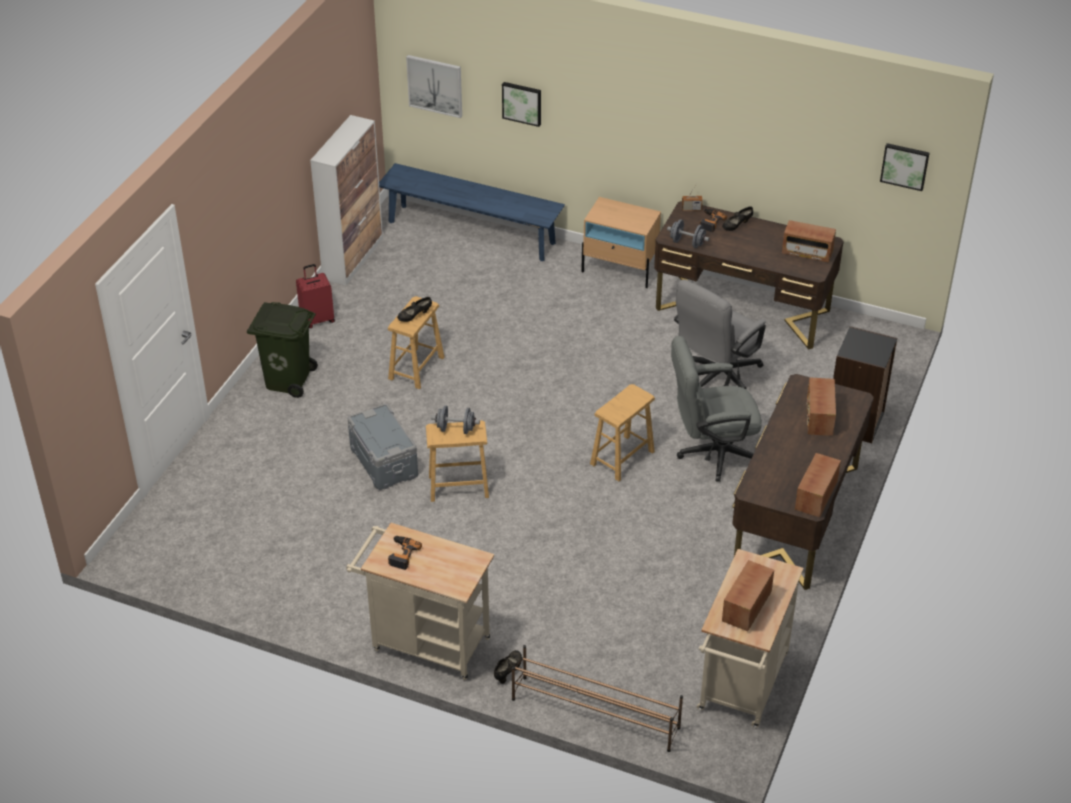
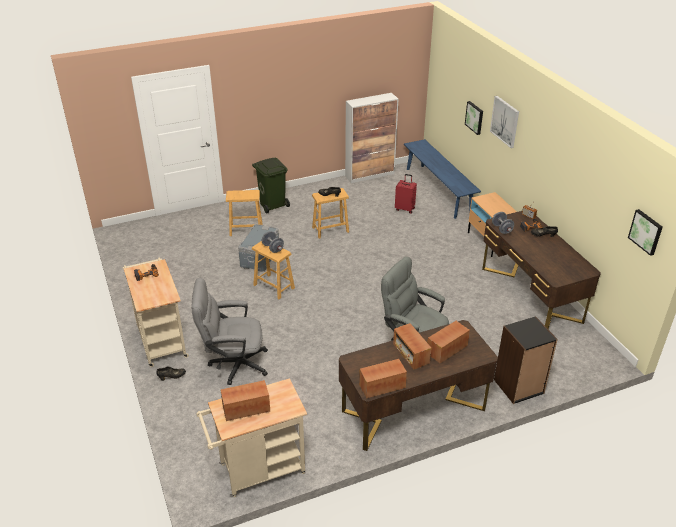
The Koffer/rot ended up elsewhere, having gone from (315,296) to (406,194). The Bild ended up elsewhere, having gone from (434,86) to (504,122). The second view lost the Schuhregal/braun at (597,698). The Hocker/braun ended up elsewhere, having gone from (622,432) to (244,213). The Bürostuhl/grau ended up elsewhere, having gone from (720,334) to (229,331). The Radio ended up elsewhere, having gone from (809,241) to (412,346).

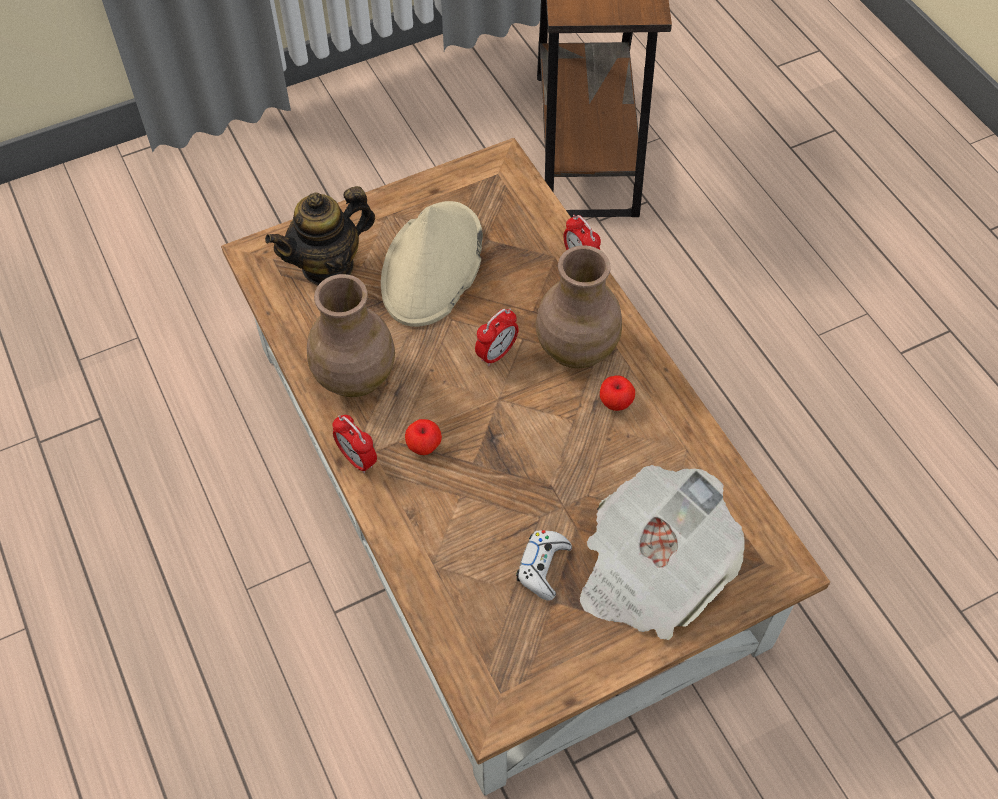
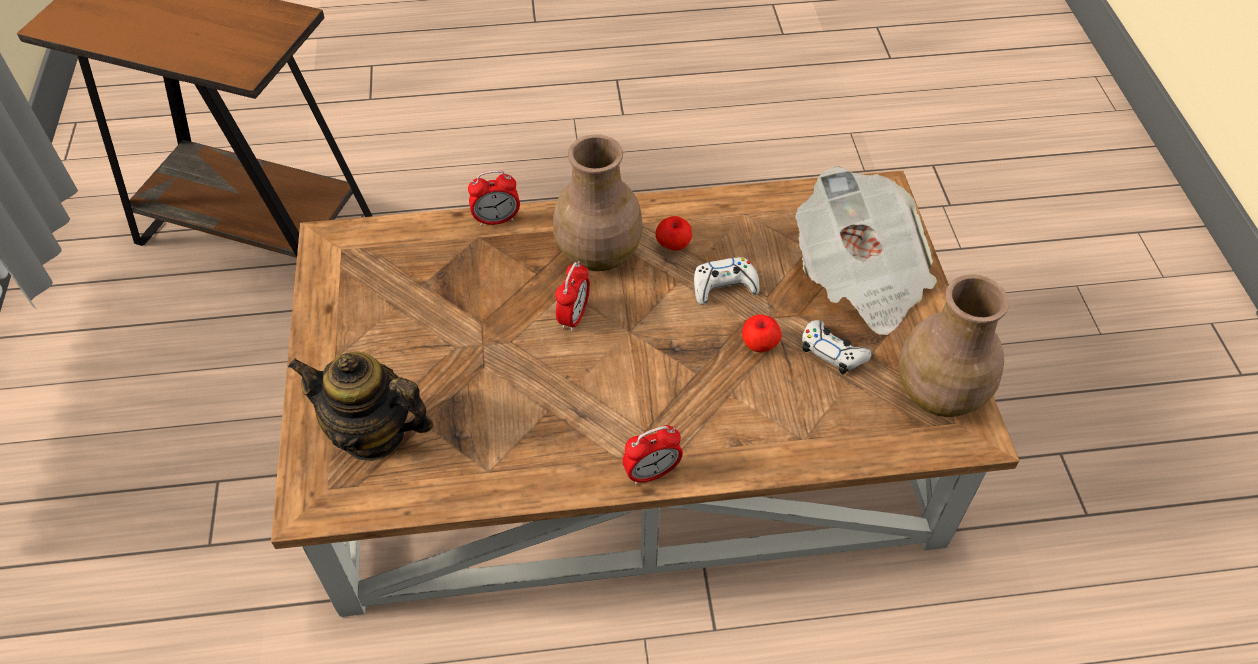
The Teekanne at (320,235) ended up facing another way, 120 degrees clockwise from before. The Vase/braun ended up elsewhere, having gone from (351,335) to (954,345). The second view lost the Hut/beige at (432,264). The Apfel ended up elsewhere, having gone from (423,437) to (762,333). The Wecker at (497,338) ended up facing another way, 45 degrees clockwise from before. The second view gained the Gamepad/weiß at (727,281).

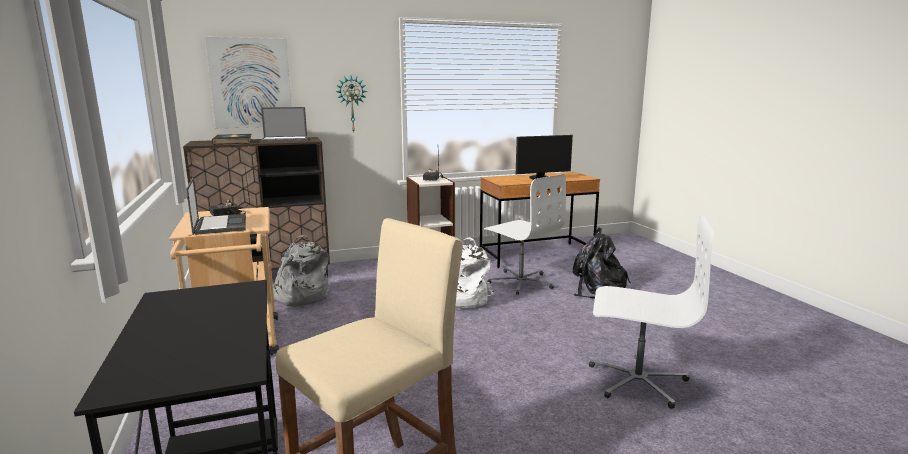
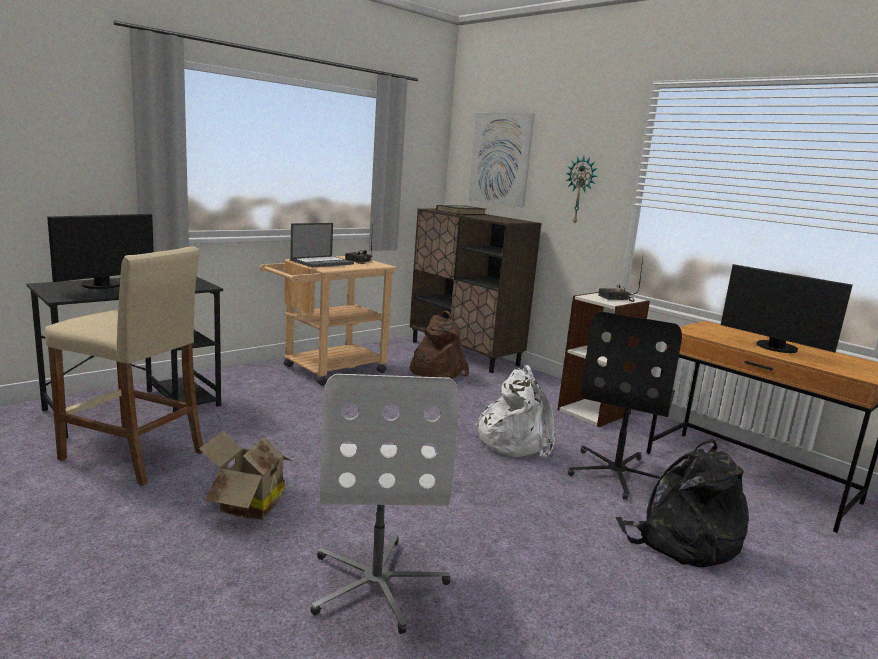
The second view lost the Laptop at (284,125). What was the Rucksack/grau at (301,271) turned into the Rucksack/braun at (439,344). What was the Bürostuhl/weiß at (525,234) turned into the Bürostuhl/schwarz at (625,405). The second view gained the Monitor at (100,251). The second view gained the Karton at (245,475).

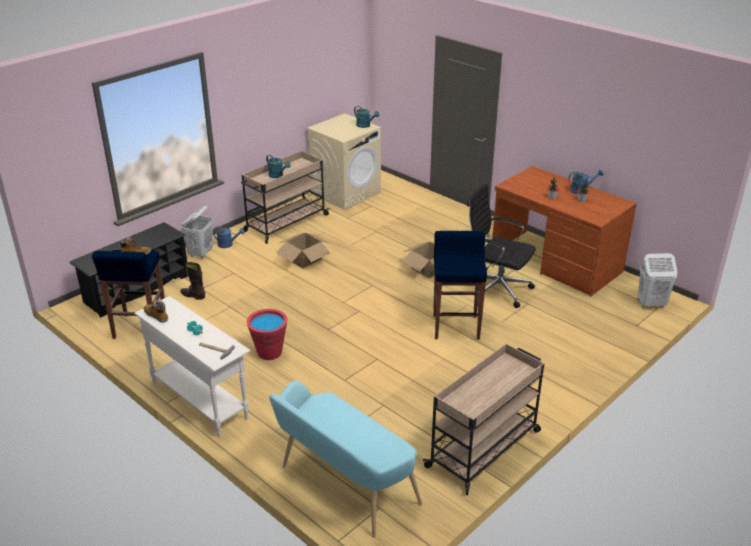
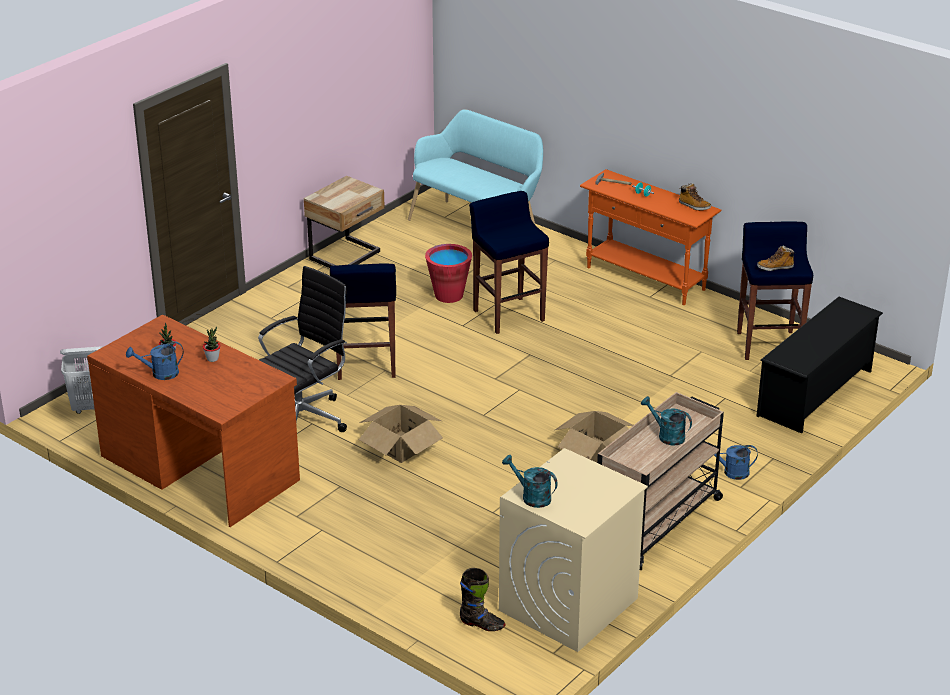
What was the Konsolentisch/weiß at (192,366) turned into the Konsolentisch/orange at (650,237). The Stiefel/schwarz ended up elsewhere, having gone from (193,281) to (483,599). The second view lost the Wäschekorb/weiß at (197,232). The Eimer/rot ended up elsewhere, having gone from (267,334) to (448,273). Where the Rollwagen/beige stood at (483,419), the Nachttisch/beige came to stand at (344,222). The Bürostuhl/schwarz at (501,245) ended up facing another way, 75 degrees counterclockwise from before. The second view gained the Hocker/blau at (509,262).

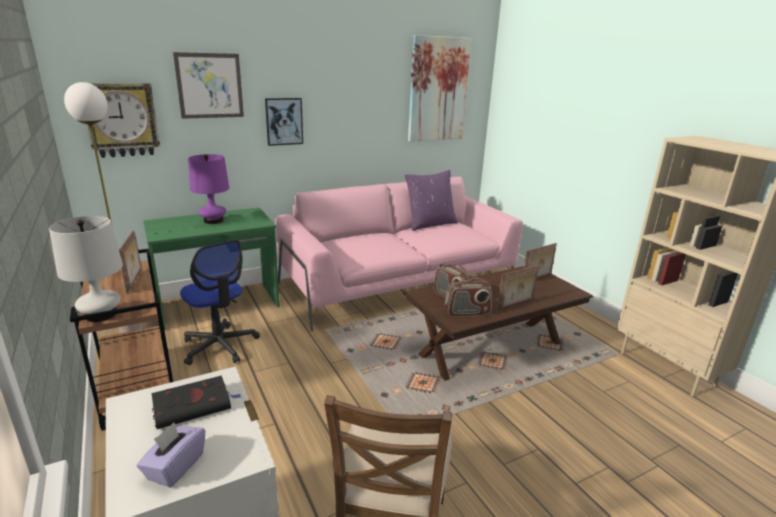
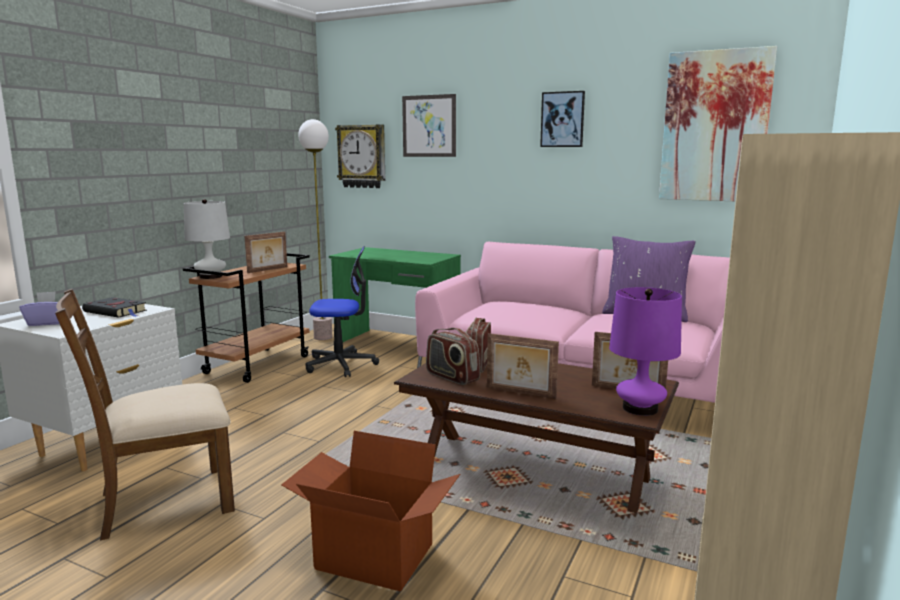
The Bürostuhl at (220,302) ended up facing another way, 105 degrees counterclockwise from before. The Tischlampe/lila ended up elsewhere, having gone from (208,189) to (645,351). The Bild ended up elsewhere, having gone from (284,122) to (562,119). The second view gained the Karton at (370,511).

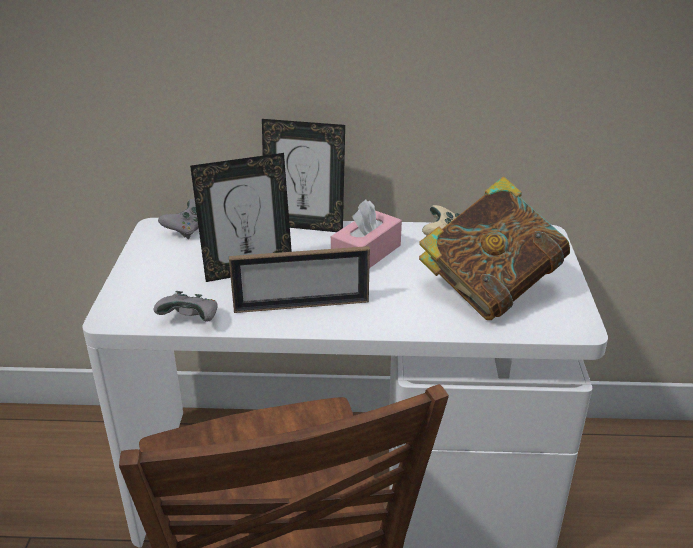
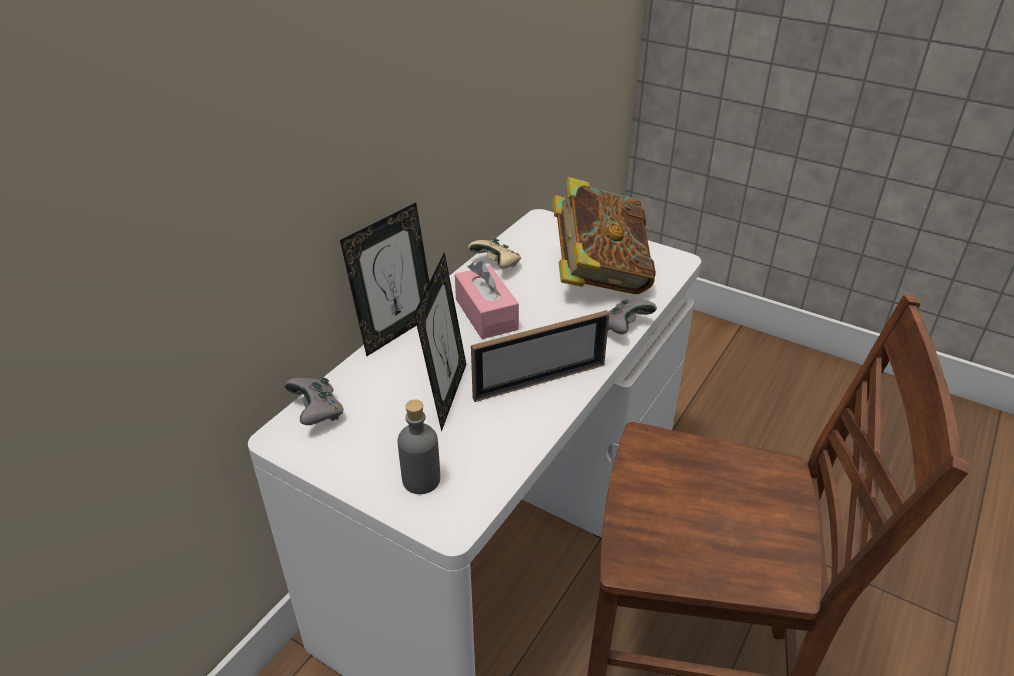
The Gamepad/grau ended up elsewhere, having gone from (186,306) to (631,316). The Bilderrahmen at (299,279) ended up facing another way, 45 degrees clockwise from before. The second view gained the Flasche/grau at (419,447).

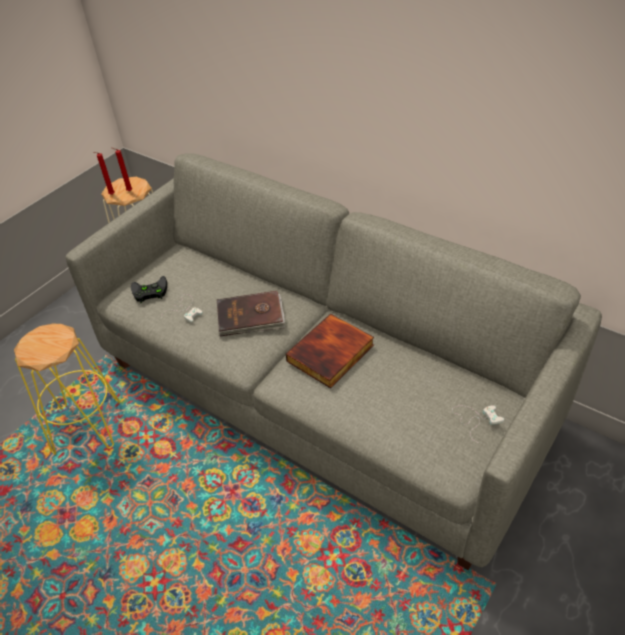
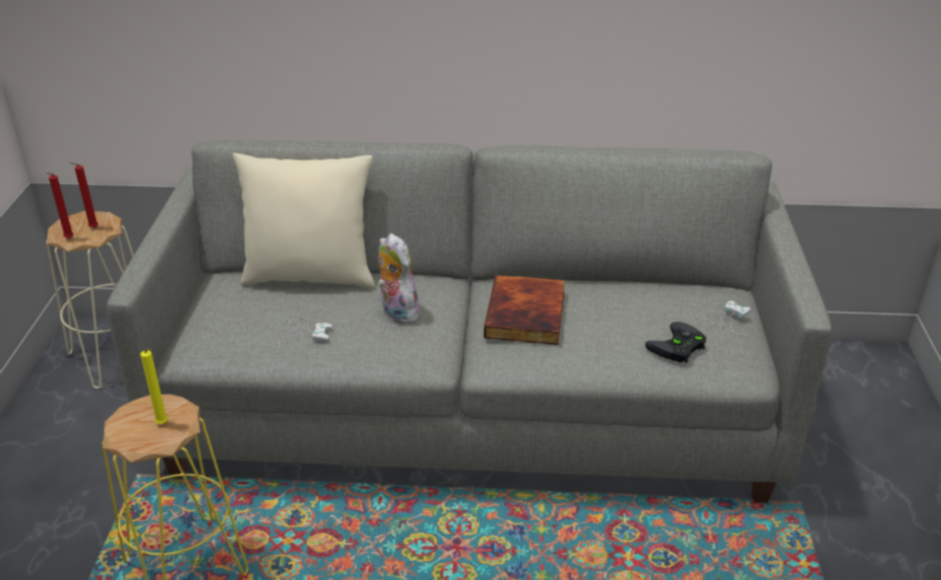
The Gamepad/schwarz ended up elsewhere, having gone from (149,289) to (675,342). Where the Buch/braun stood at (251,314), the Plüschtier came to stand at (398,278). The second view gained the Kerze/gelb at (154,386). The second view gained the Kissen/beige at (304,220).

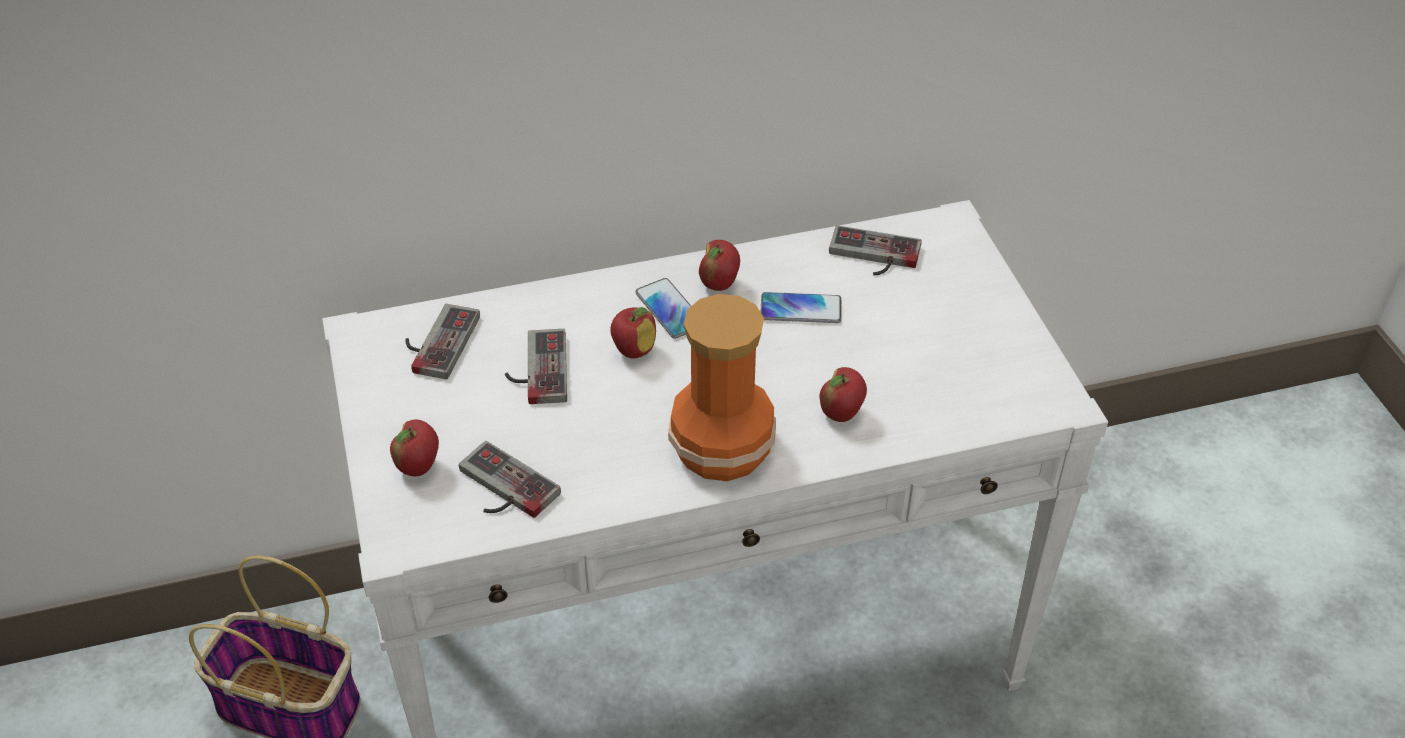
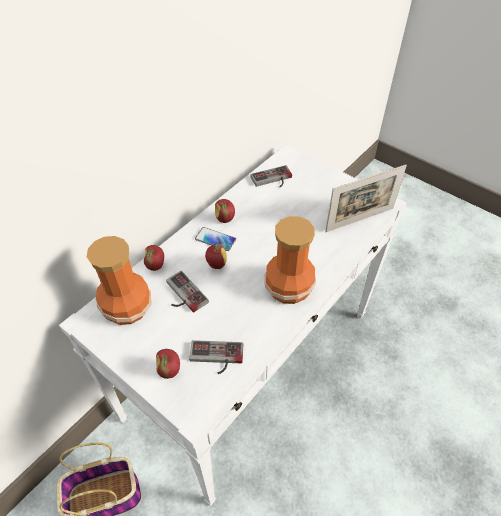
Where the Gamepad stood at (442,341), the Vase came to stand at (119,280). The second view lost the Handy at (801,307). The Apfel ended up elsewhere, having gone from (843,394) to (154,258). The second view gained the Bilderrahmen at (366,198).

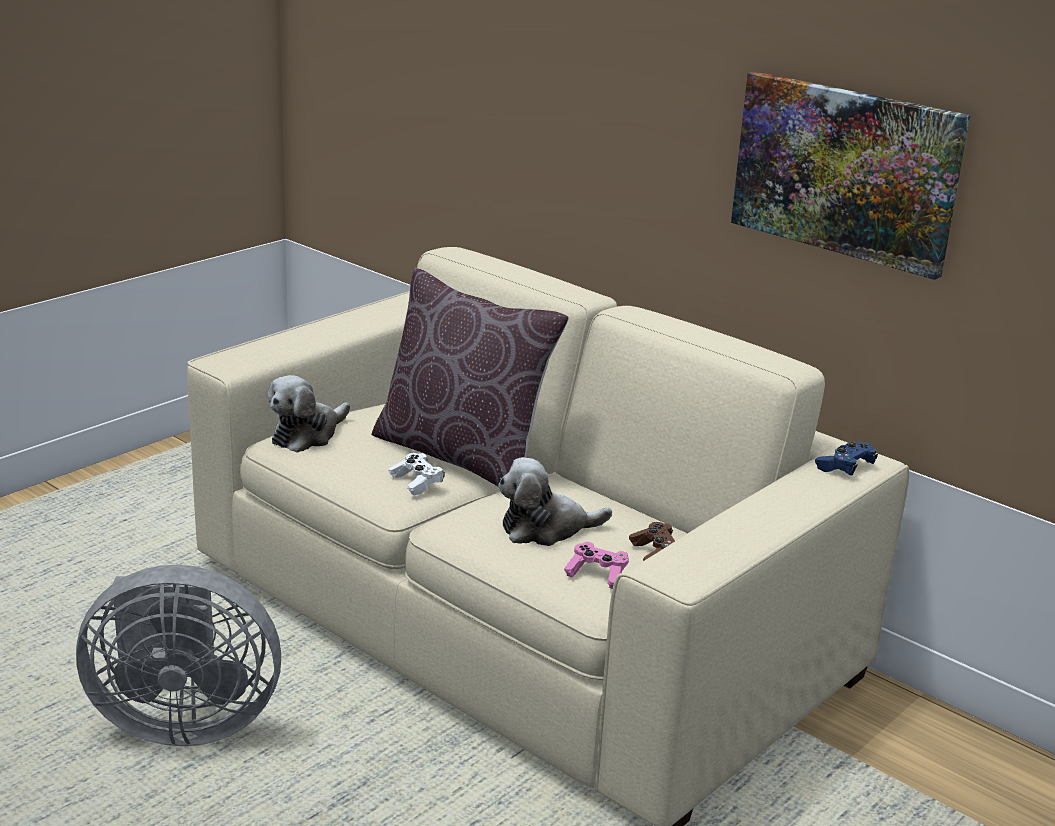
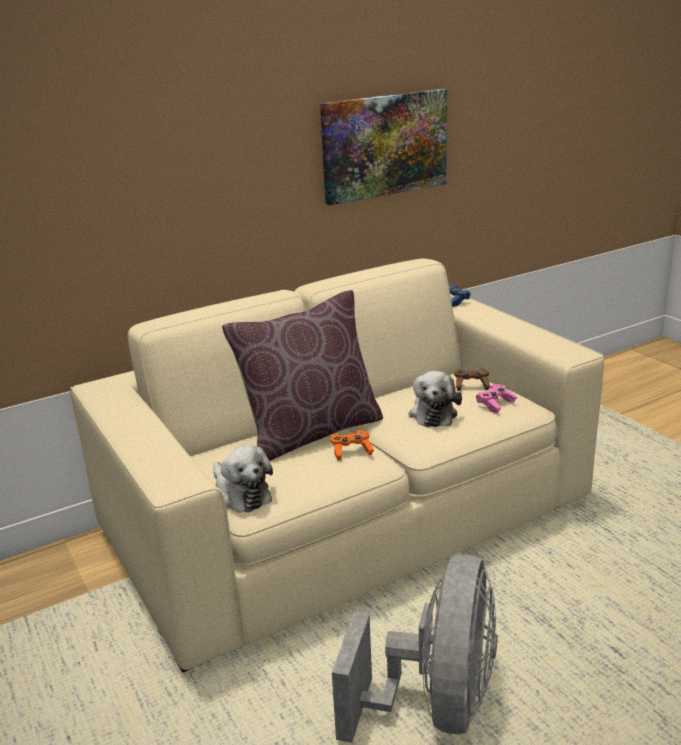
What was the Gamepad/weiß at (416,474) turned into the Gamepad/orange at (352,445).

